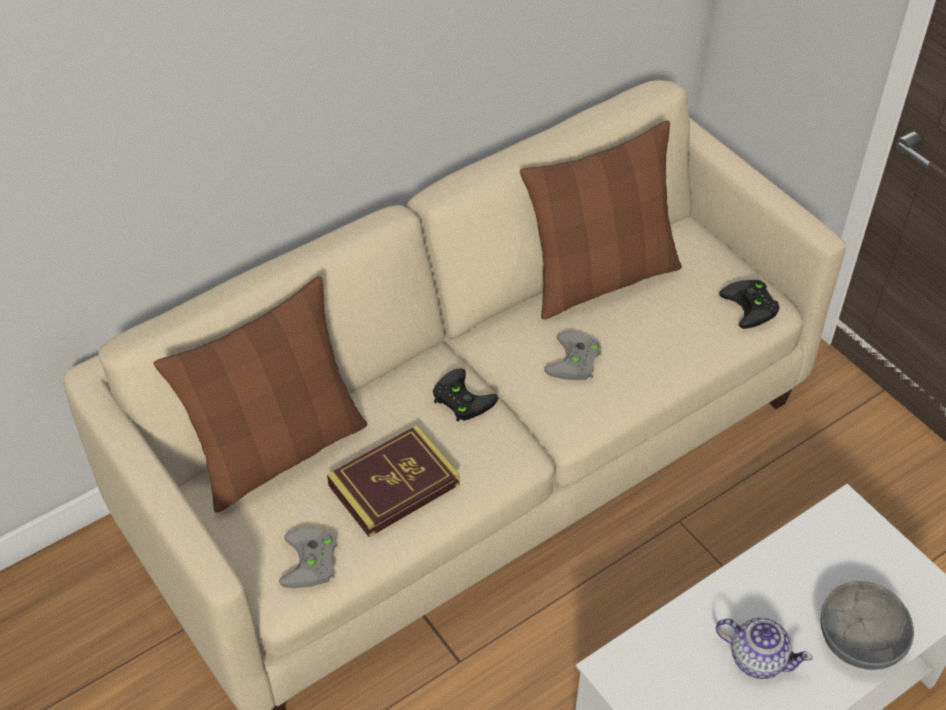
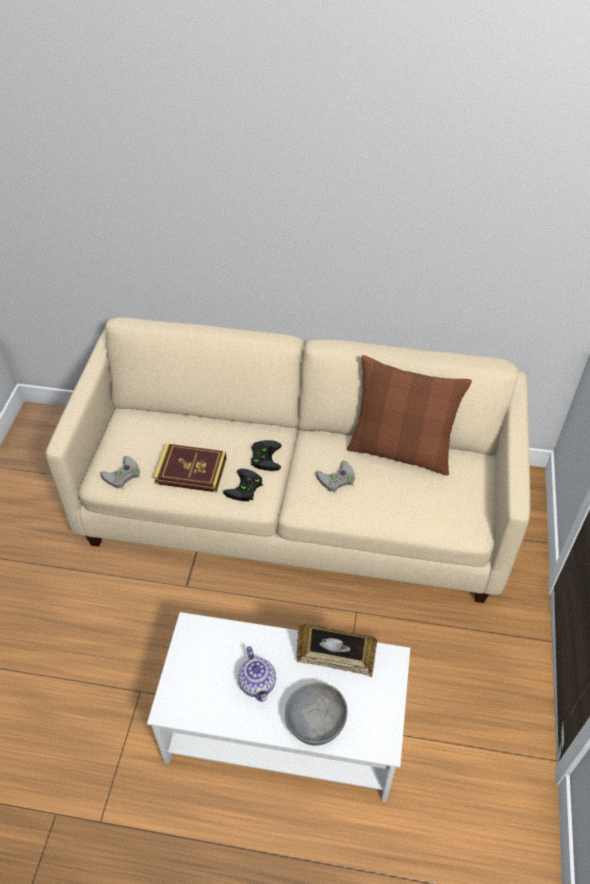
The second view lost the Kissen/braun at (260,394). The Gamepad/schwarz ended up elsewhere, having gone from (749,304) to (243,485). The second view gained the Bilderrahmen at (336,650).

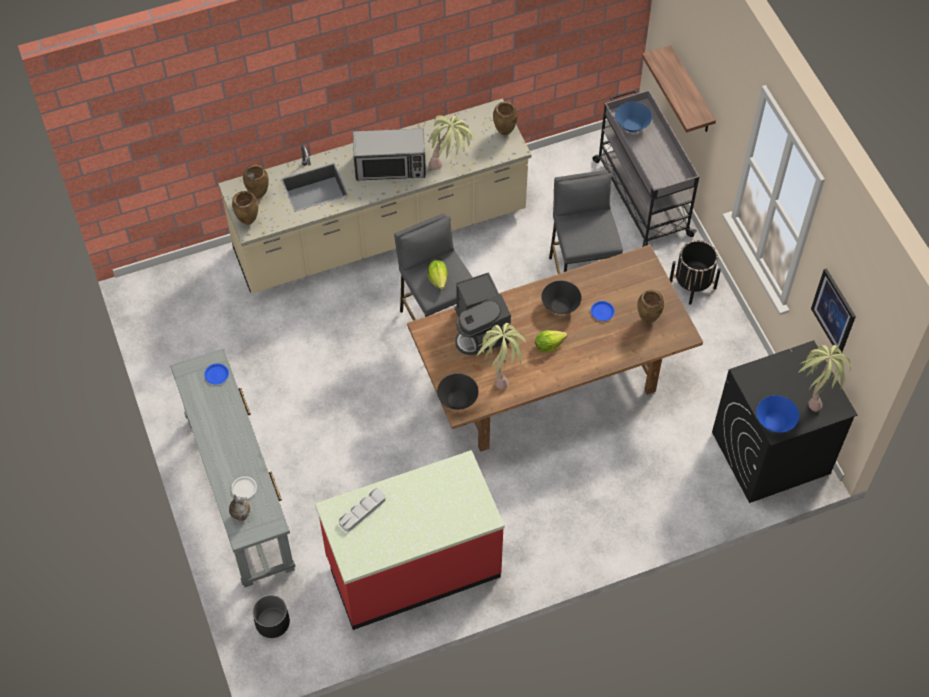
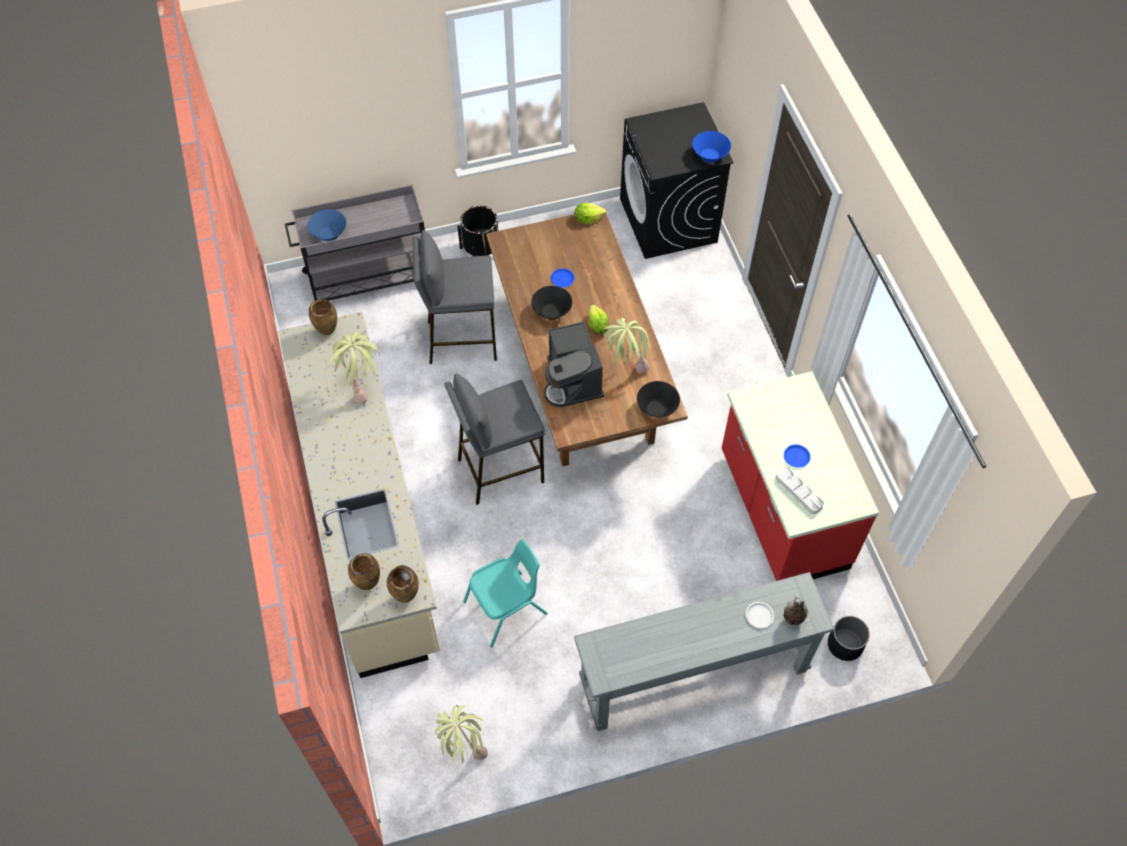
The Teller/blau ended up elsewhere, having gone from (216,373) to (797,455). The second view lost the Mikrowelle at (389,154). The Salatkopf ended up elsewhere, having gone from (437,275) to (590,213). The Kaffeemaschine at (482,313) ended up facing another way, 90 degrees clockwise from before. The second view lost the Vase/braun at (650,306). The second view lost the Wandregal at (679,89). The Topfpflanze ended up elsewhere, having gone from (824,378) to (461,734). The second view lost the Bild at (833,311). The second view gained the Stuhl/türkis at (505,593).

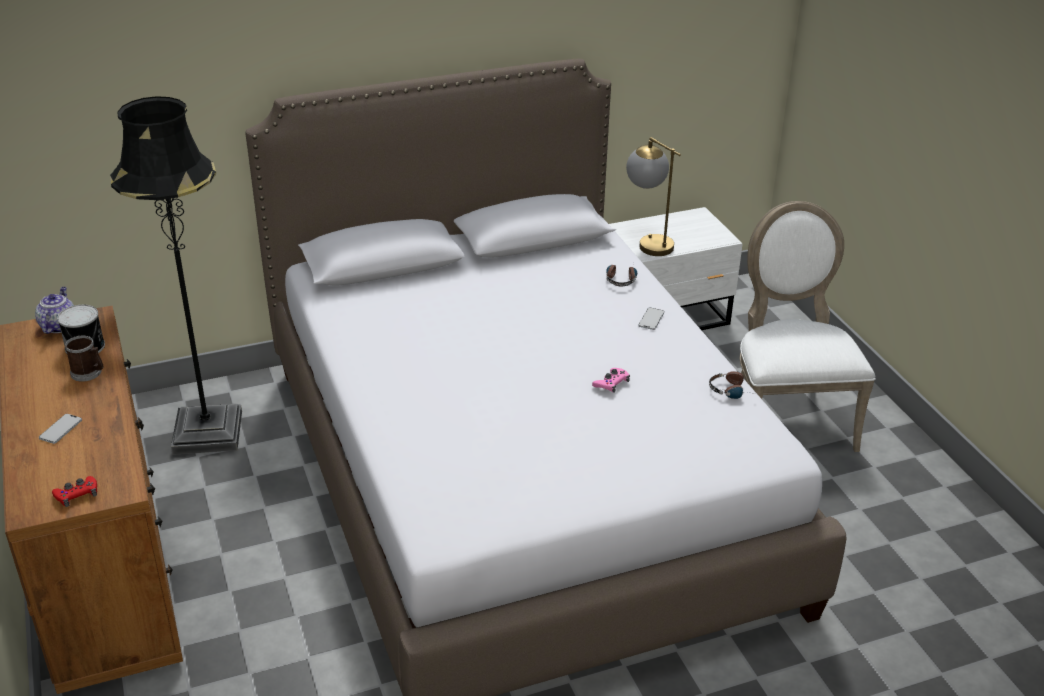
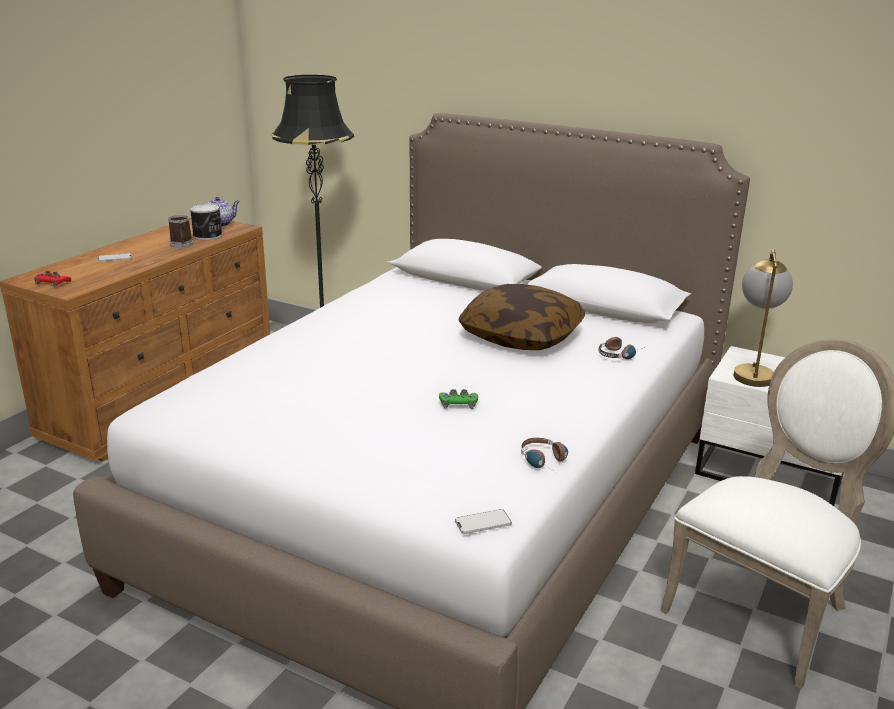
What was the Gamepad/rosa at (611,380) turned into the Gamepad/grün at (458,399). The Handy ended up elsewhere, having gone from (651,318) to (483,521). The second view gained the Kissen at (521,317).

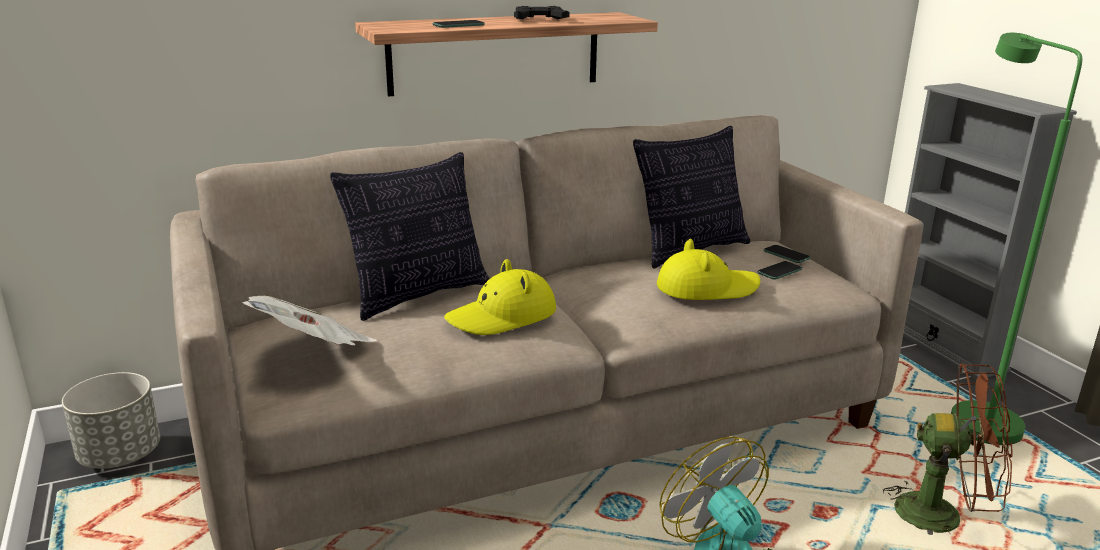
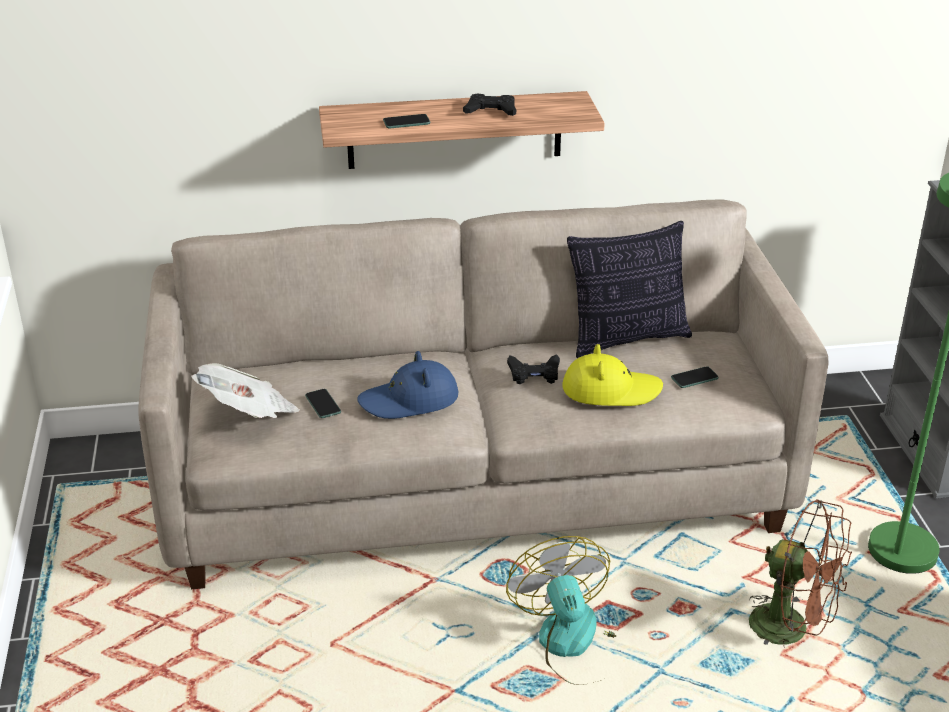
The second view lost the Pflanzkübel/grau at (111,420). The second view lost the Kissen at (410,236). What was the Hut/gelb at (500,297) turned into the Hut/blau at (407,385). The Handy ended up elsewhere, having gone from (787,254) to (323,403). The second view gained the Gamepad/schwarz at (533,369).

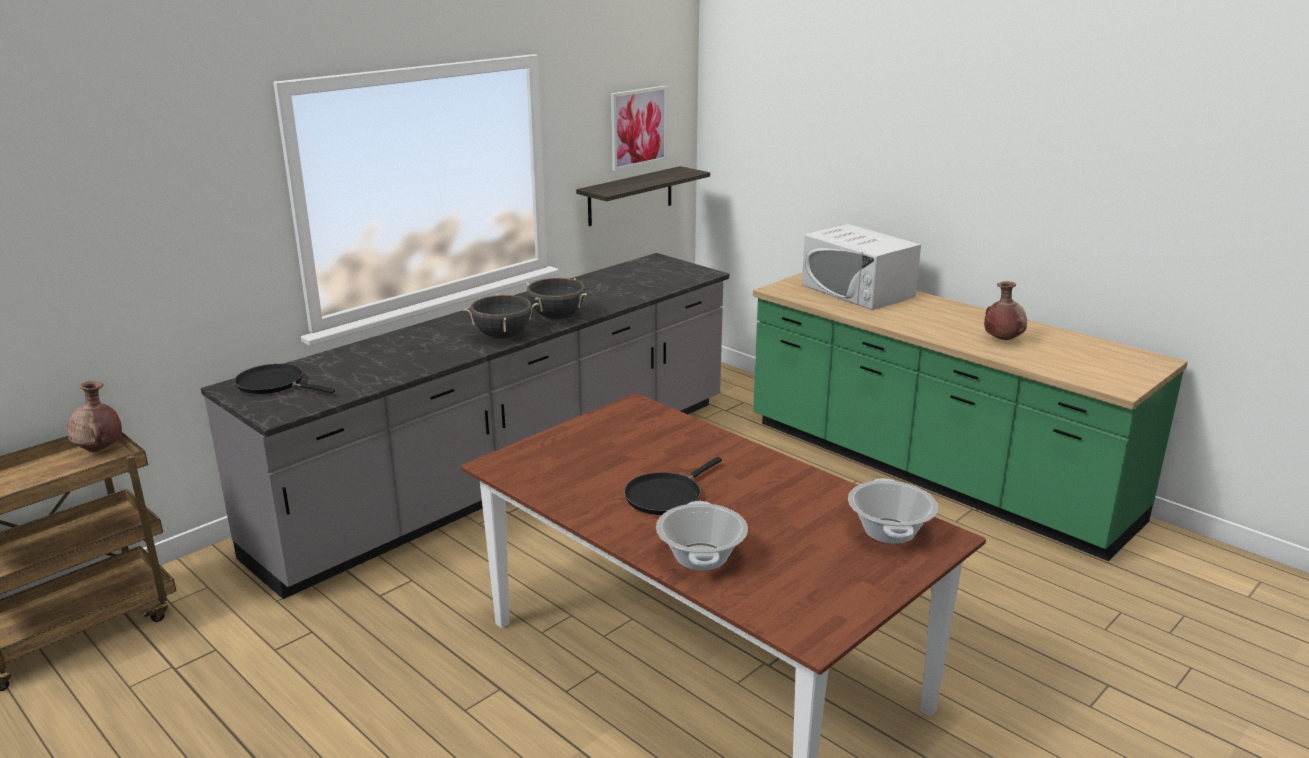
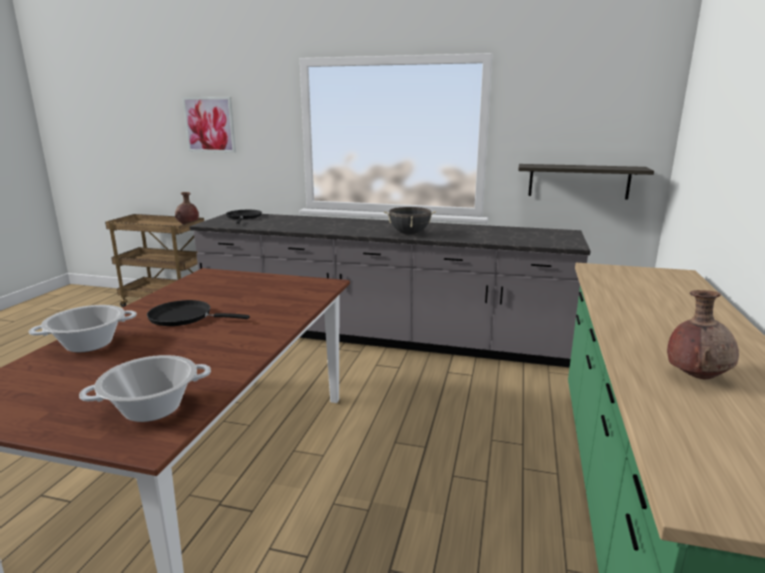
The second view lost the Kochtopf/schwarz at (501,316). The Bild ended up elsewhere, having gone from (639,128) to (209,125). The second view lost the Mikrowelle/weiß at (861,267).

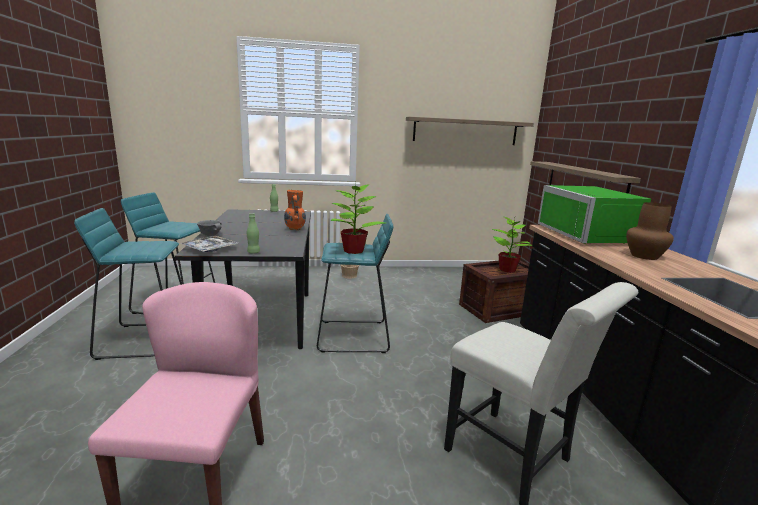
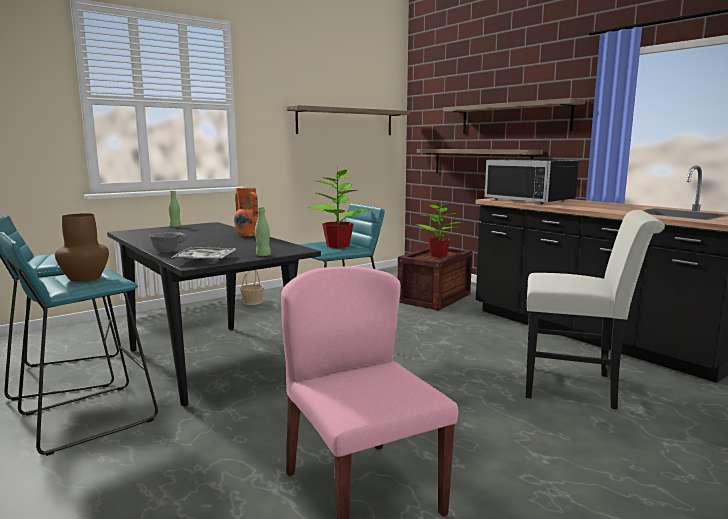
What was the Mikrowelle/grün at (594,214) turned into the Mikrowelle/schwarz at (532,181). The Vase/braun ended up elsewhere, having gone from (650,231) to (82,247). The second view gained the Wandregal at (514,116).

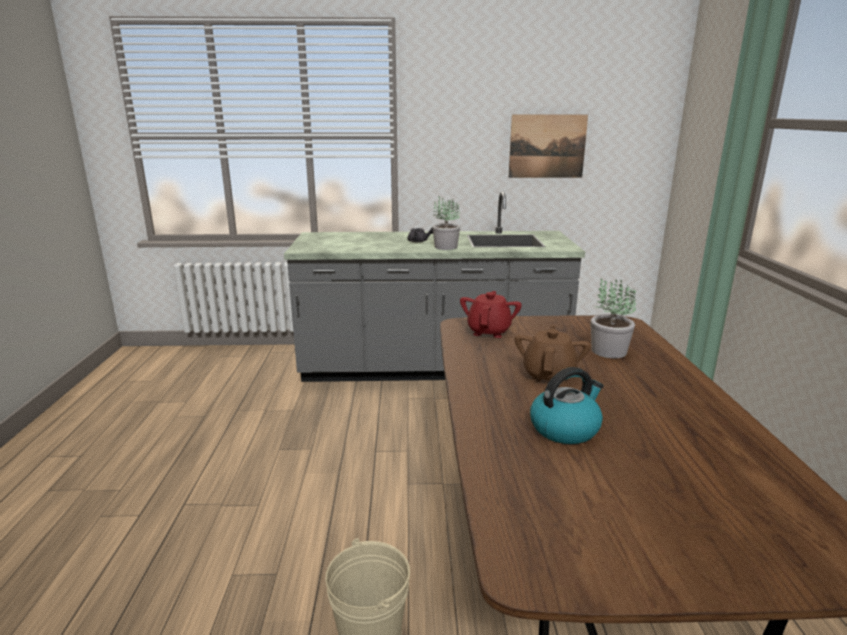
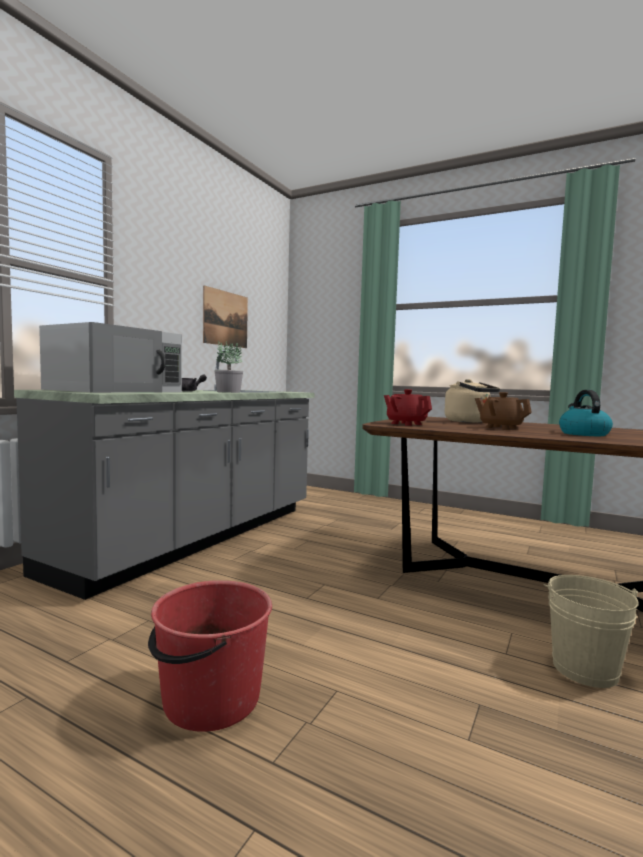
Where the Topfpflanze stood at (613,318), the Wasserkessel/beige came to stand at (472,401). The second view gained the Mikrowelle/weiß at (110,357). The second view gained the Eimer/rot at (210,656).

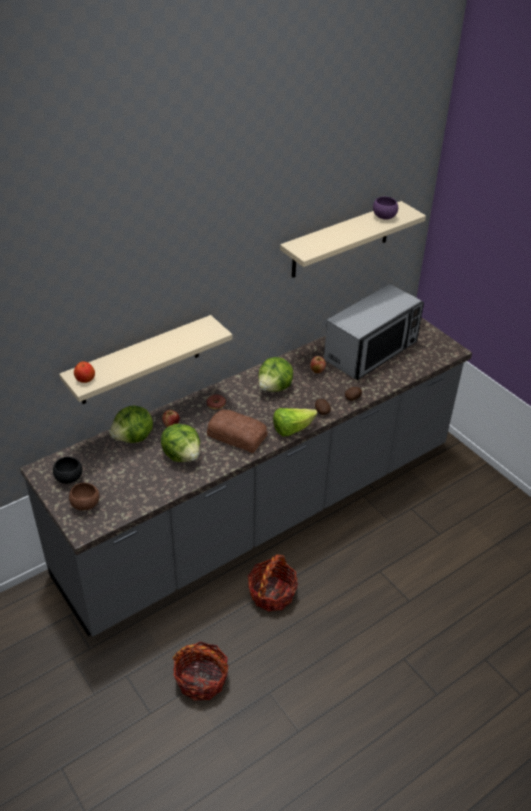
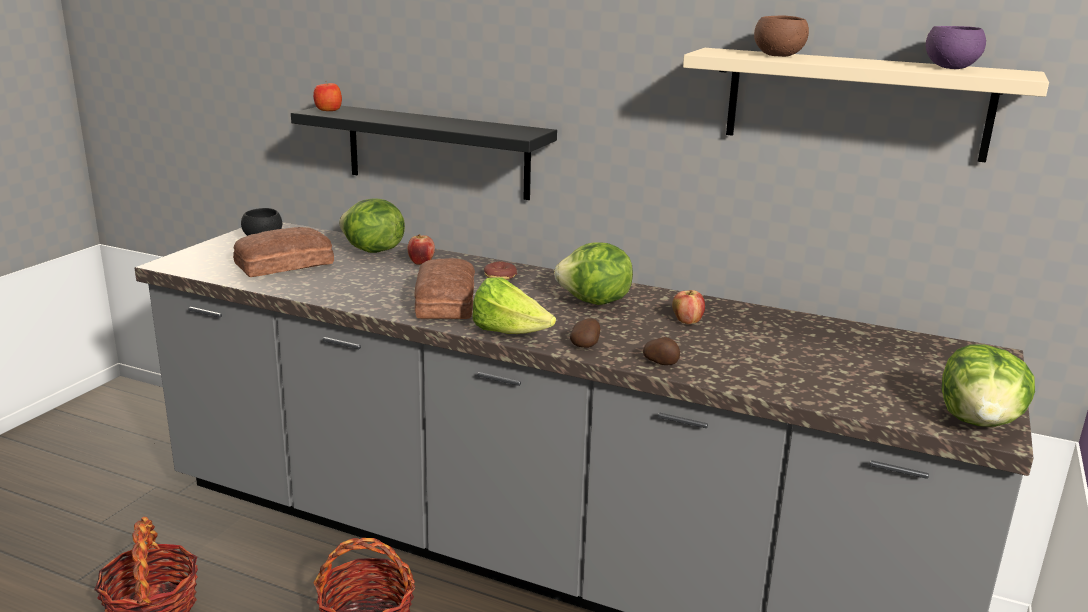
What was the Wandregal/beige at (145,359) turned into the Wandregal/schwarz at (424,153). The Schüssel/braun ended up elsewhere, having gone from (84,497) to (781,36). The Salatkopf ended up elsewhere, having gone from (180,443) to (988,386). The second view lost the Mikrowelle at (374,332). The second view gained the Brot at (283,252).

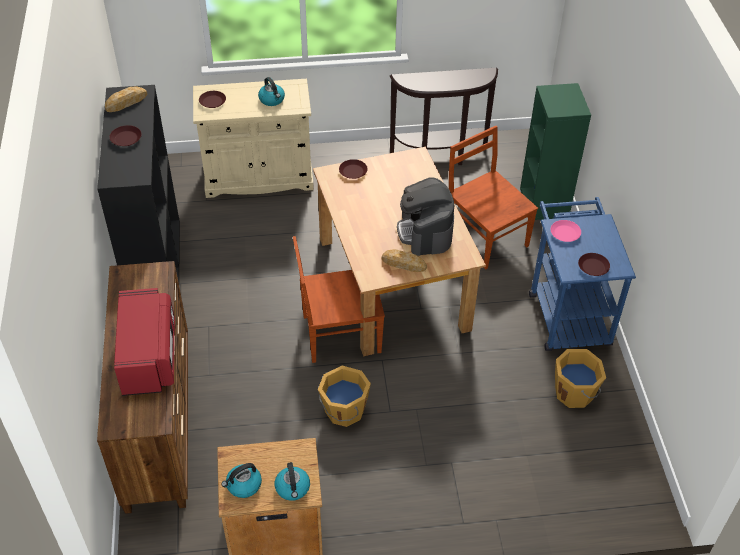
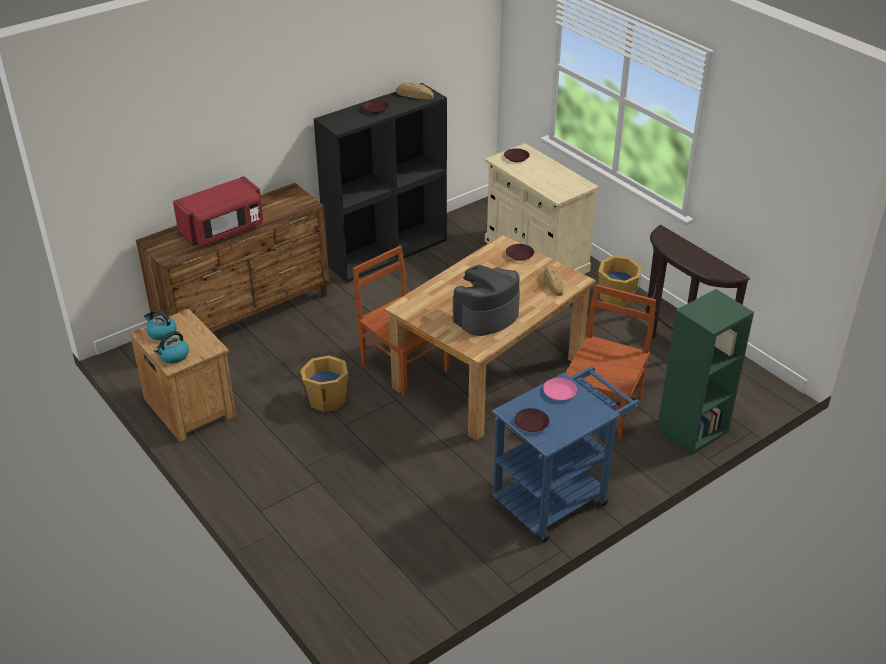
The second view lost the Wasserkessel at (271,91). The Brot ended up elsewhere, having gone from (404,260) to (554,281). The Eimer/orange ended up elsewhere, having gone from (580,378) to (619,281).

